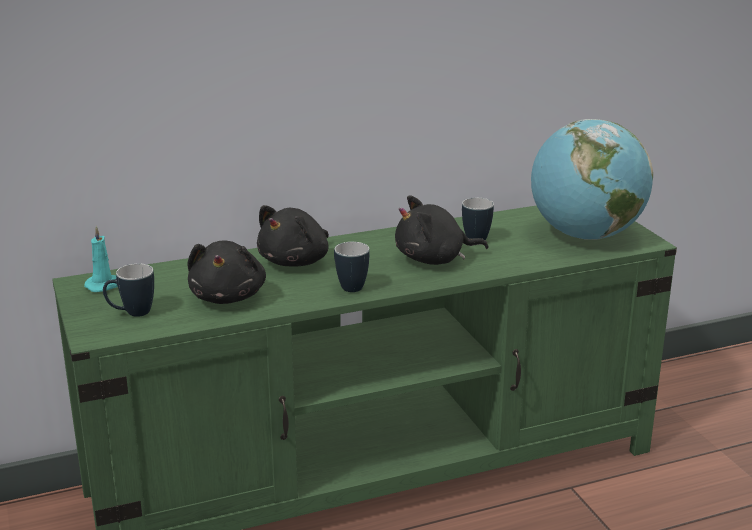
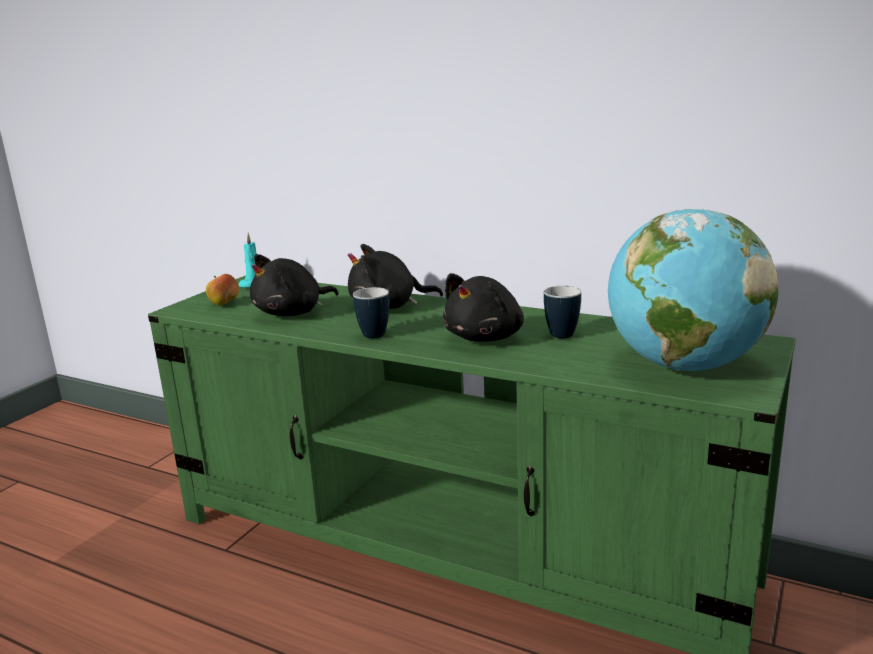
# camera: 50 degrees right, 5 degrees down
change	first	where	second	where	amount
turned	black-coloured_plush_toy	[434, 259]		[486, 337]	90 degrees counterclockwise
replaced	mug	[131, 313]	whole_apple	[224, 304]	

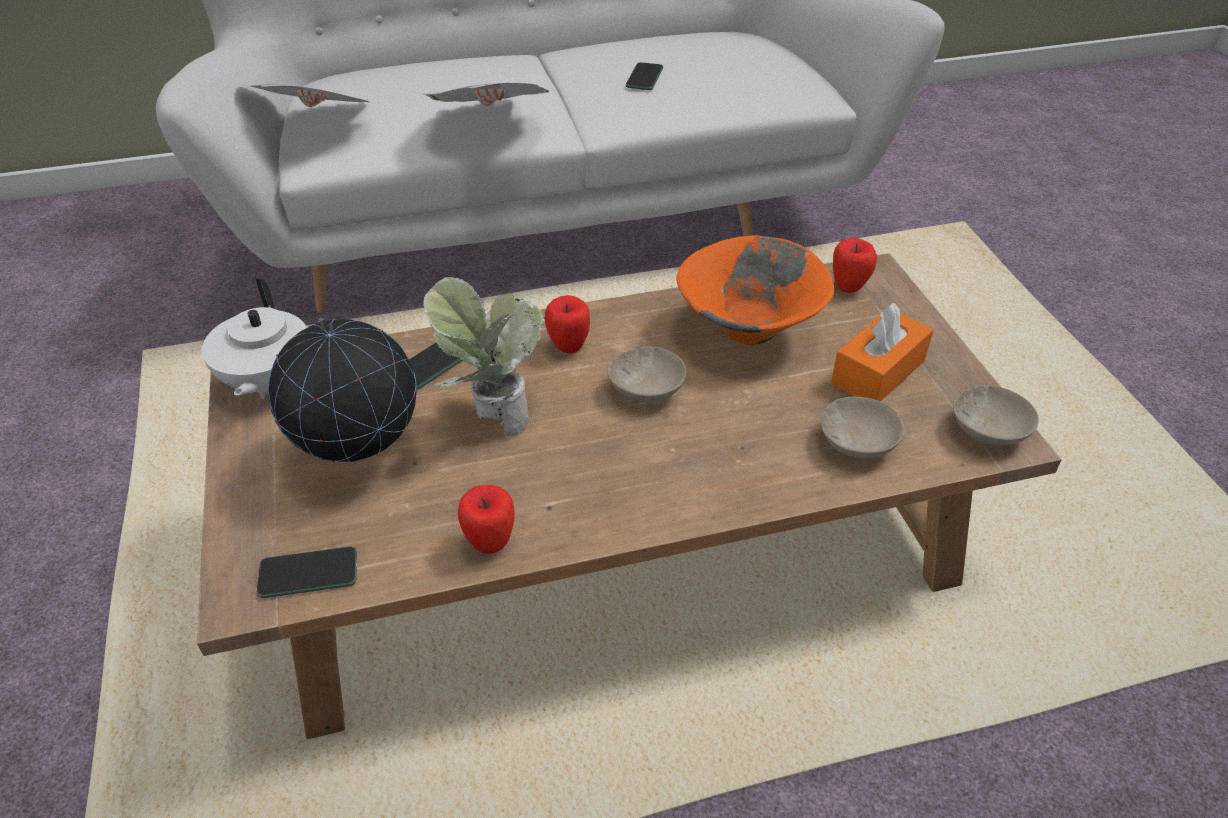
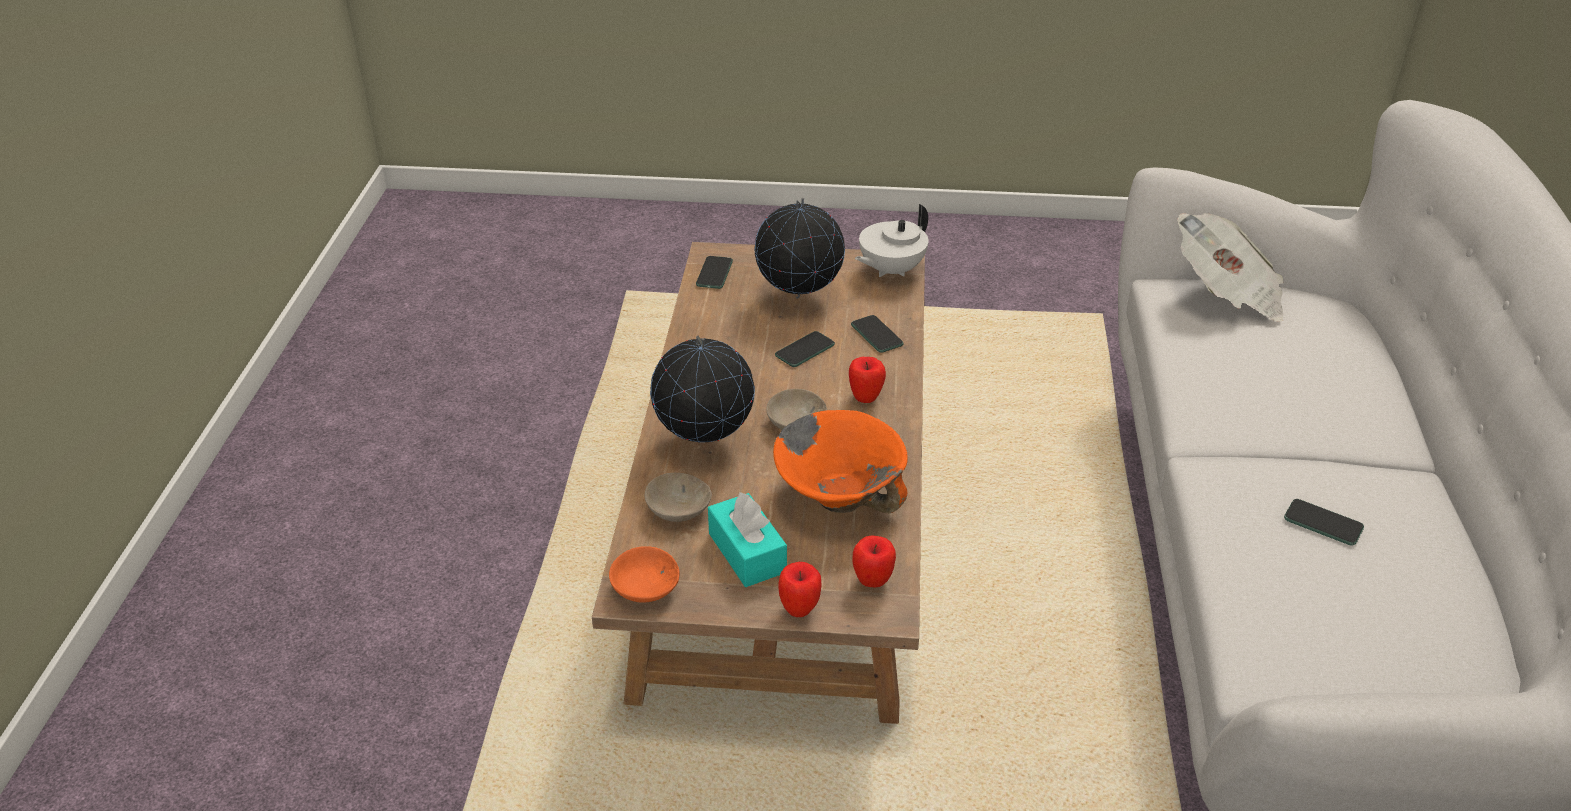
# camera: 110 degrees right, 5 degrees down
change	first	where	second	where	amount
removed	daily_paper	[490, 125]			
replaced	houseplant	[491, 418]	telephone	[805, 350]	
turned	whitish_teapot	[266, 382]		[890, 270]	60 degrees counterclockwise
recoloured	orange_tissue_box	[878, 372]	blue-green_tissue_box	[747, 553]	
recoloured	beige-coloured_bowl	[990, 432]	orange_bowl	[643, 587]	
moved	whole_apple	[490, 542]		[799, 609]	
added			world_globe	[705, 442]	

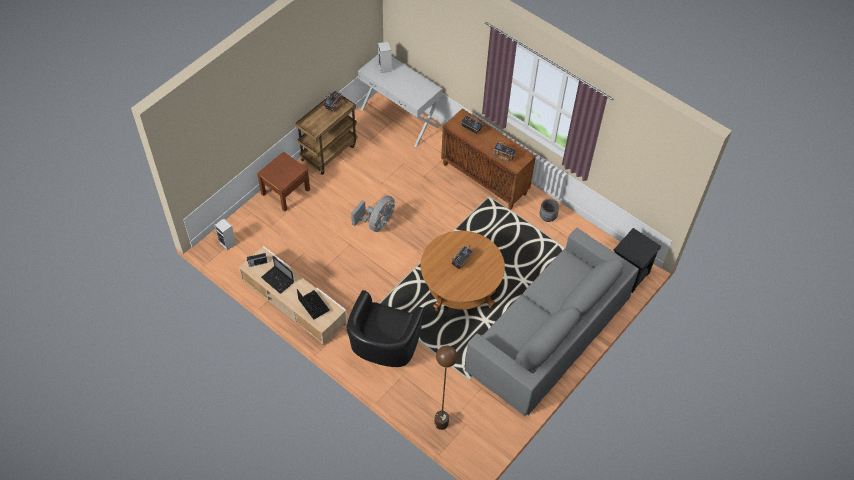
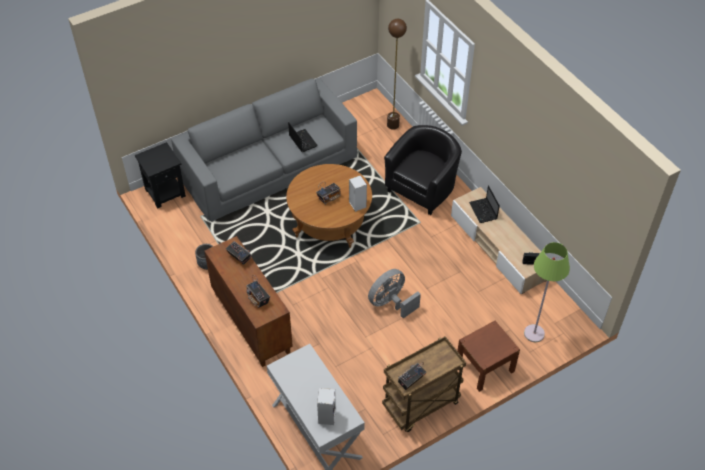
# camera: 160 degrees left, 5 degrees down
change	first	where	second	where	amount
moved	loudspeaker	[228, 243]		[357, 204]	
moved	portable_computer	[278, 280]		[302, 140]	
added			green-coloured_standing_lamp	[534, 333]	

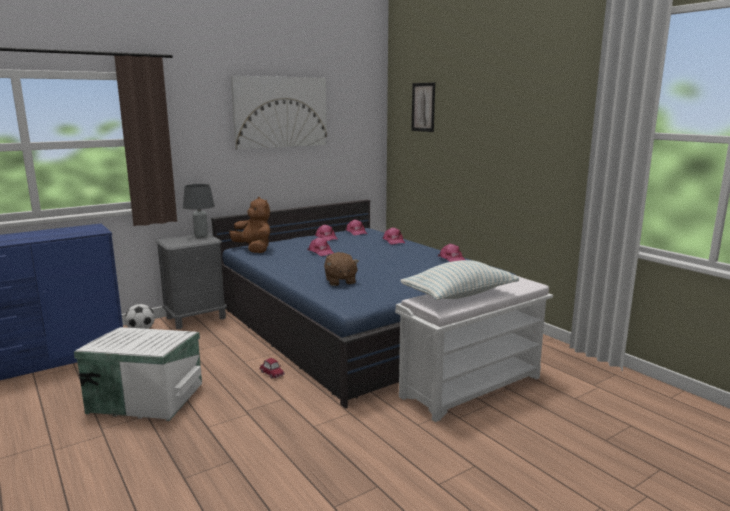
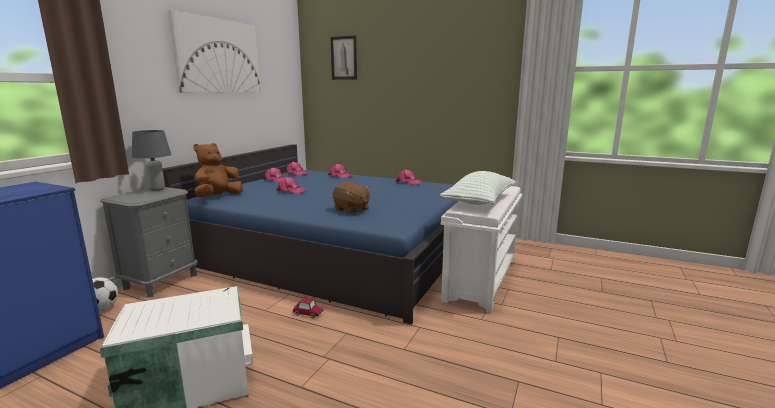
# camera: 30 degrees left, 0 degrees up
change	first	where	second	where	amount
turned	brown-coloured_plush_toy	[254, 249]		[218, 197]	75 degrees counterclockwise

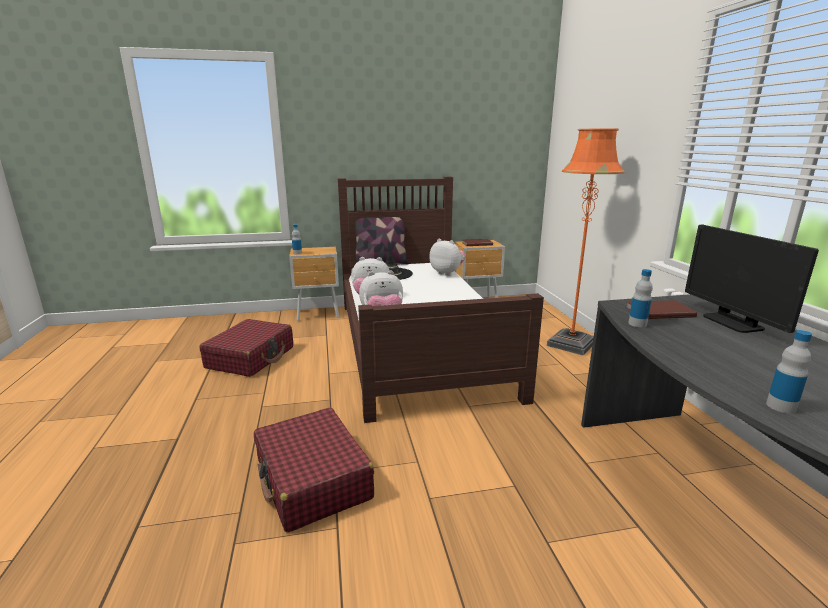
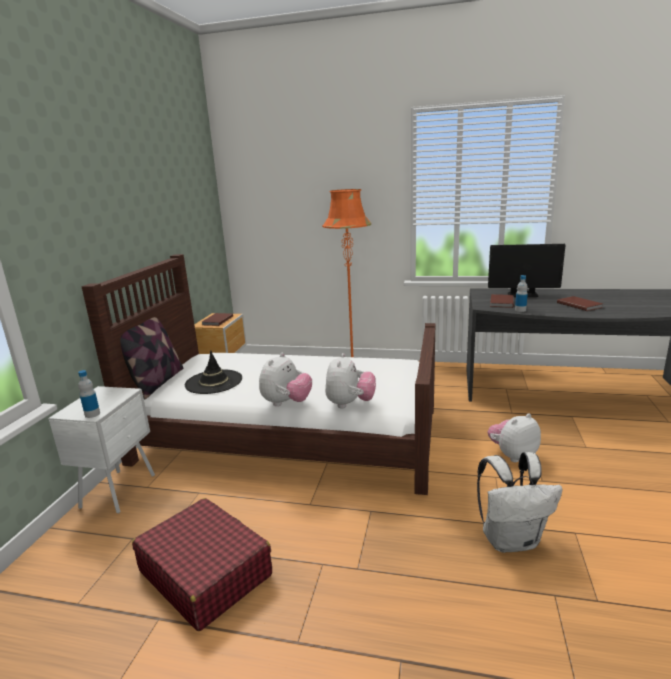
# camera: 65 degrees left, 0 degrees up
change	first	where	second	where	amount
moved	plush_toy	[447, 273]		[512, 455]	
recoloured	brown-coloured_nightstand	[319, 314]	whitish_nightstand	[120, 490]	
removed	drink_bottle	[781, 406]			
replaced	reddish_travel_case	[313, 480]	whitish_backpack	[511, 539]	
added			brown-coloured_book	[579, 305]	

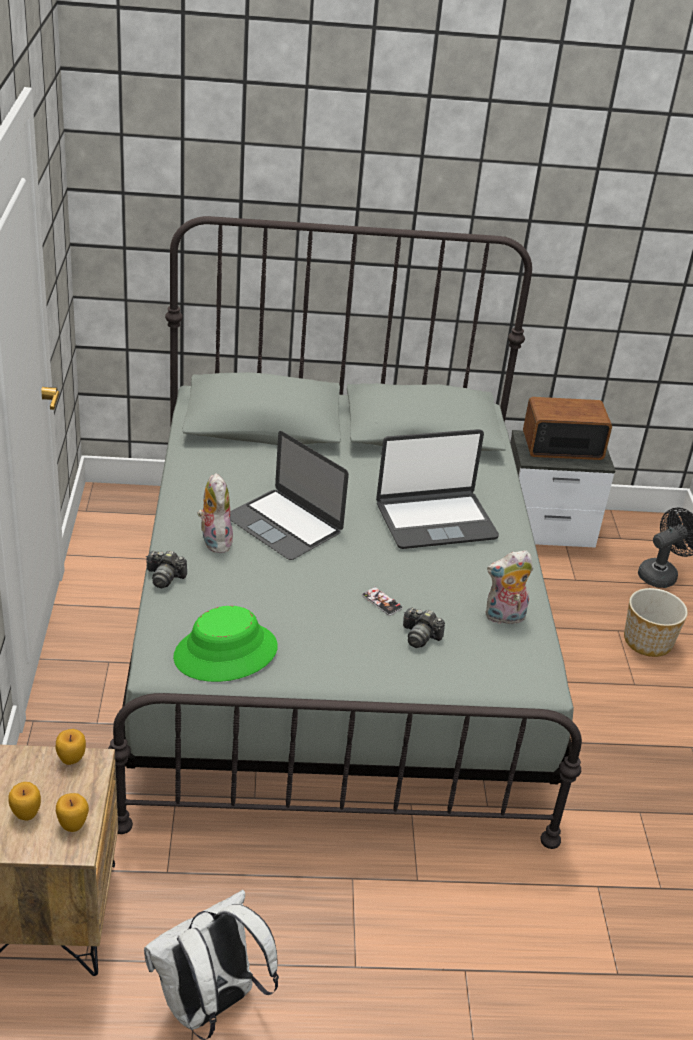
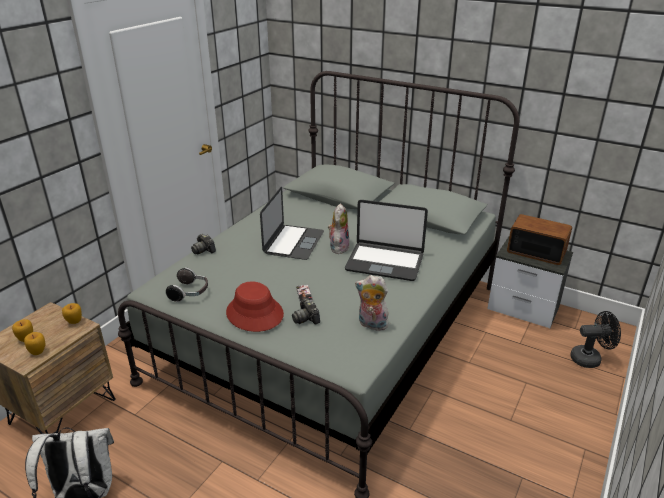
# camera: 35 degrees right, 5 degrees down
change	first	where	second	where	amount
turned	portable_computer	[284, 524]		[293, 242]	150 degrees counterclockwise
moved	plush_toy	[214, 540]		[338, 247]	
removed	planter	[648, 642]			
replaced	green-coloured_clothing_hat	[226, 653]	pair_of_headphones	[190, 293]	
added			reddish_clothing_hat	[254, 313]	

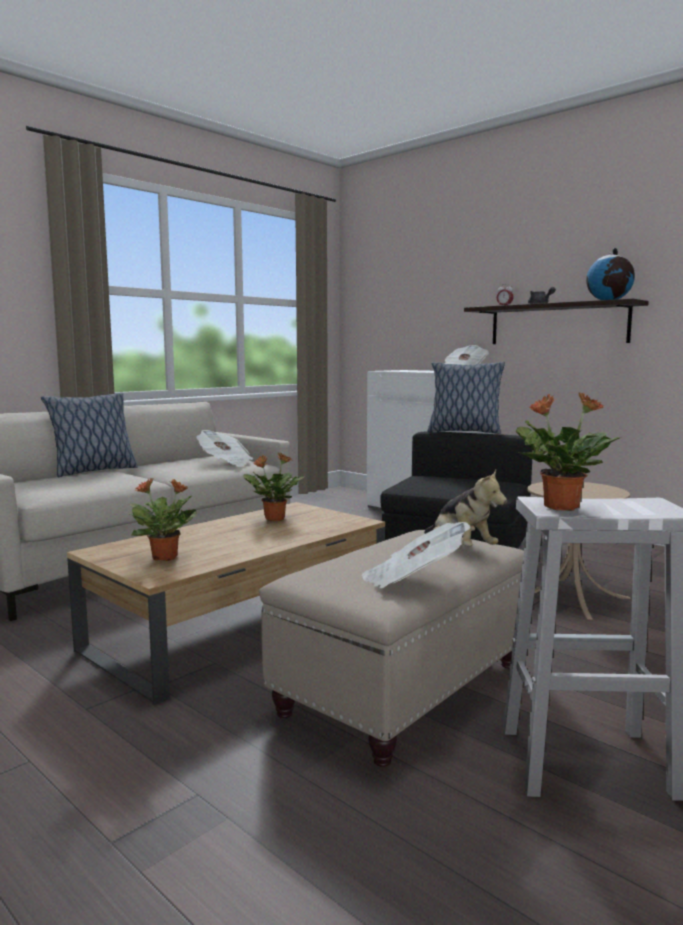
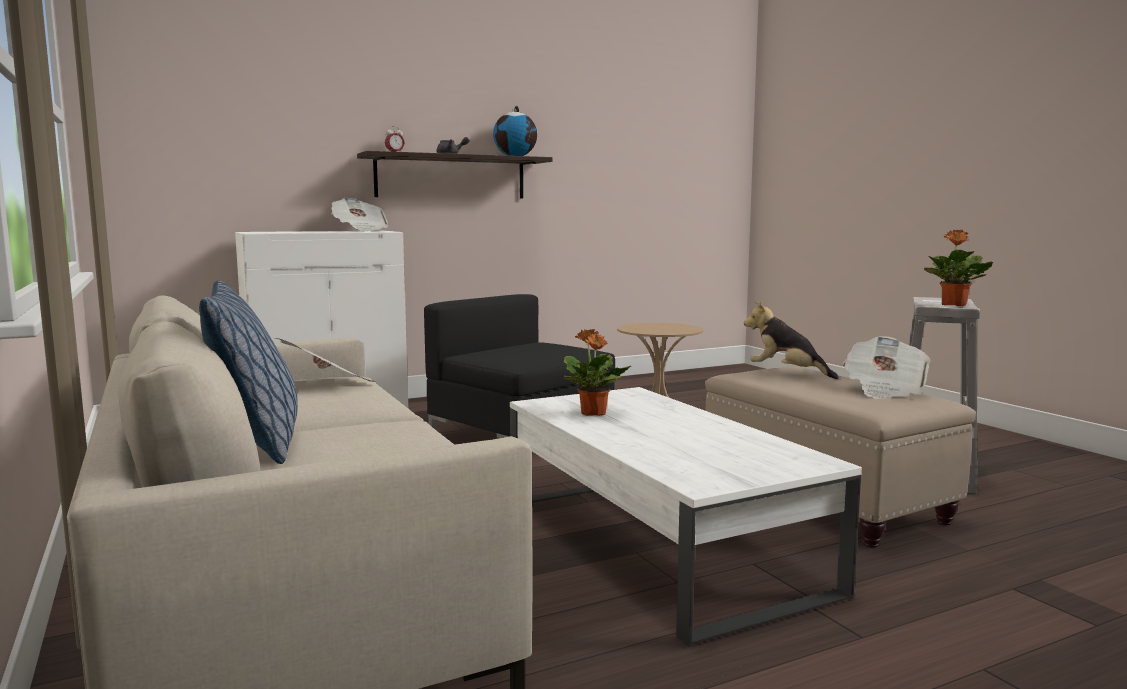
# camera: 70 degrees left, 0 degrees up
change	first	where	second	where	amount
removed	pillow	[463, 432]			
turned	plush_toy	[460, 547]		[787, 373]	135 degrees counterclockwise
removed	houseplant	[166, 557]			
recoloured	brown-coloured_low_table	[242, 627]	whitish_low_table	[656, 542]	

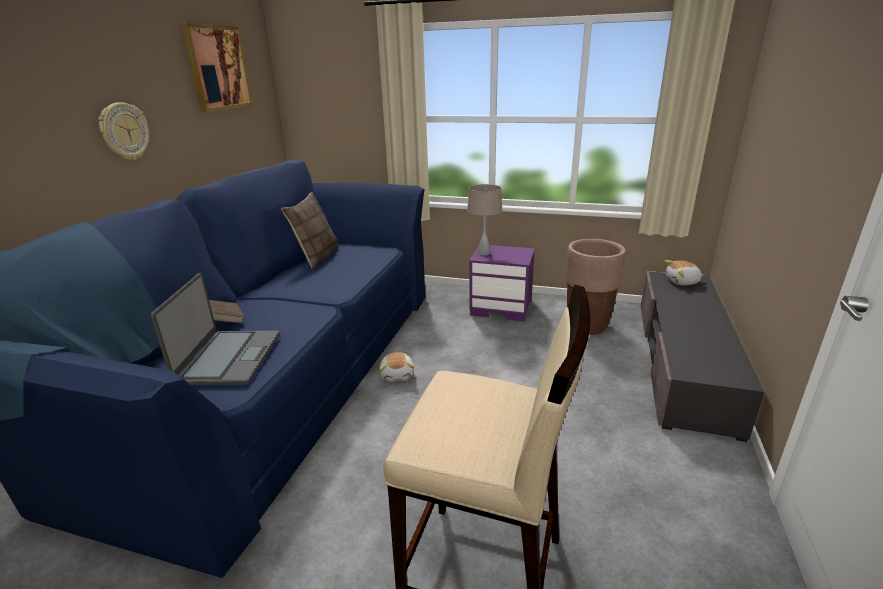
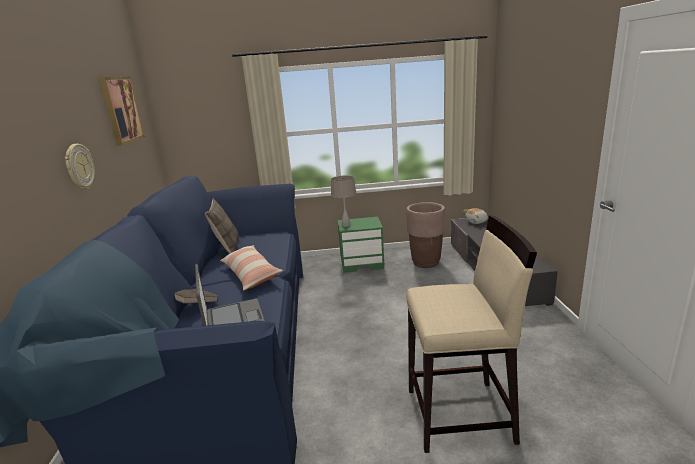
# camera: 20 degrees left, 5 degrees down
change	first	where	second	where	amount
recoloured	purplish_nightstand	[502, 307]	green-coloured_nightstand	[362, 263]	
removed	plush_toy	[397, 375]			
added			pillow	[250, 274]	

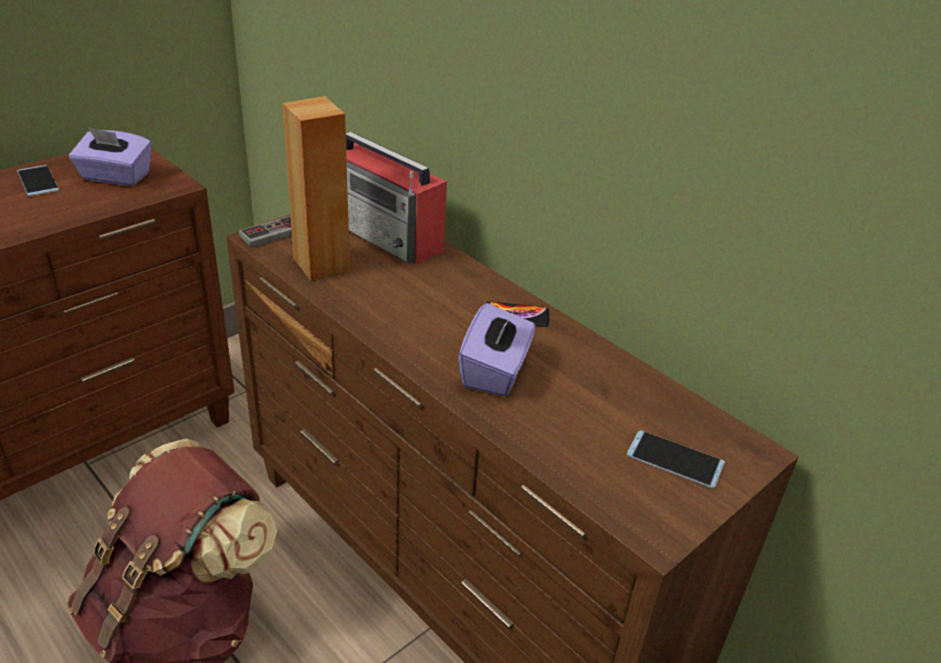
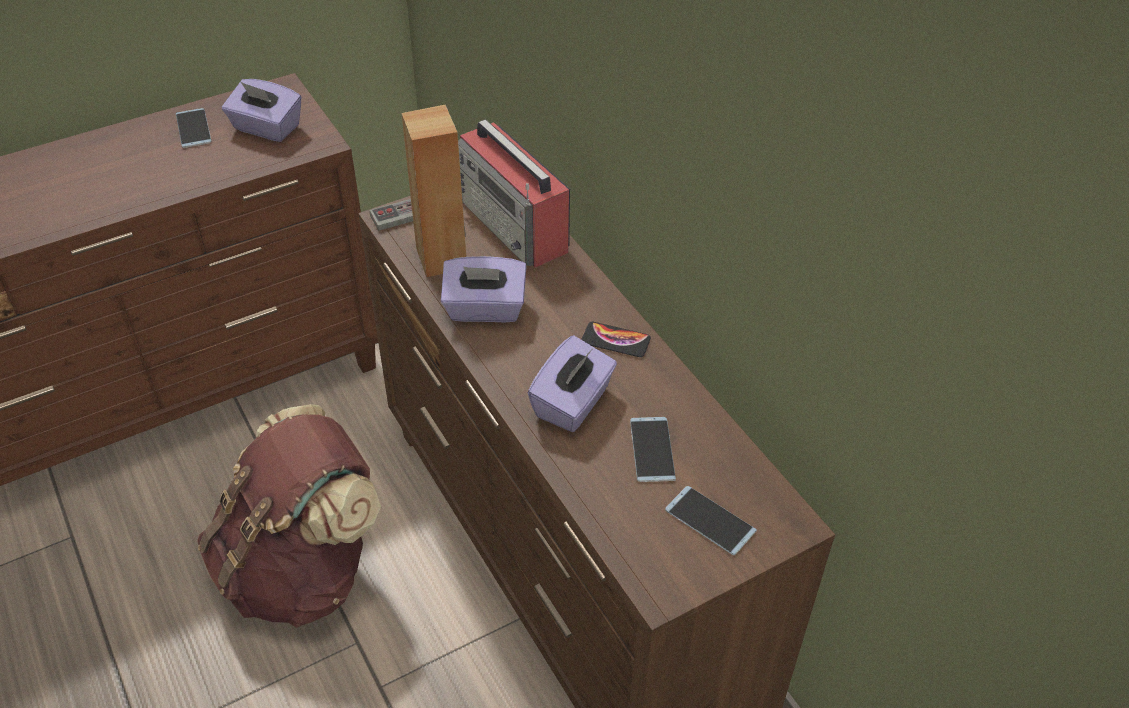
# camera: 15 degrees right, 10 degrees up
change	first	where	second	where	amount
added			purplish_tissue_box	[485, 309]	
added			telephone	[652, 449]	

